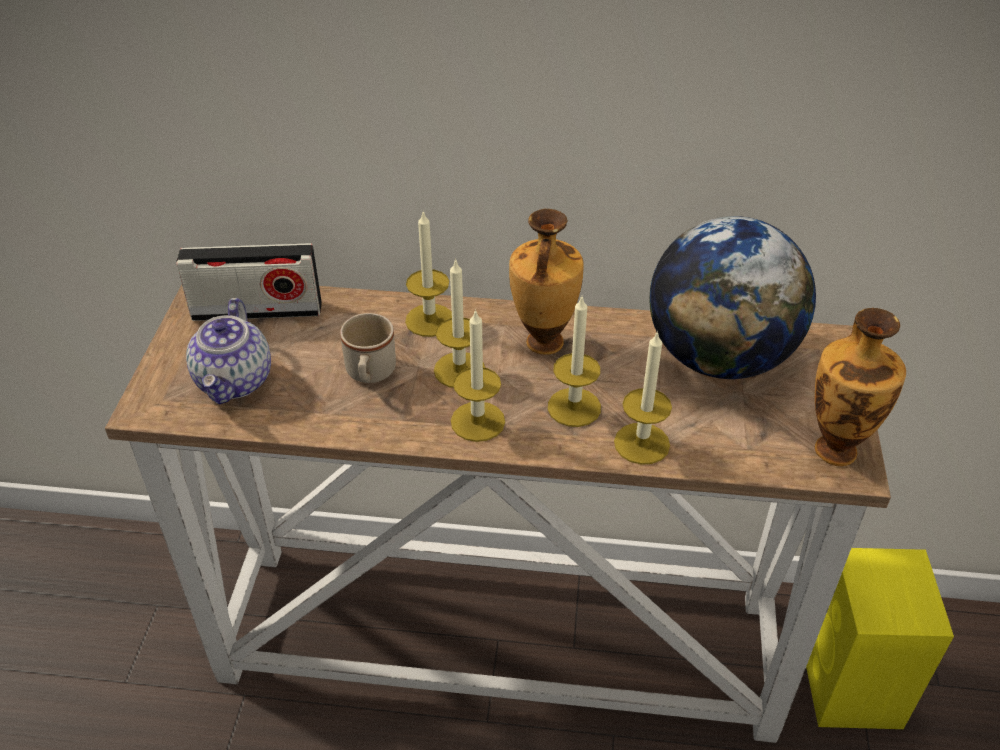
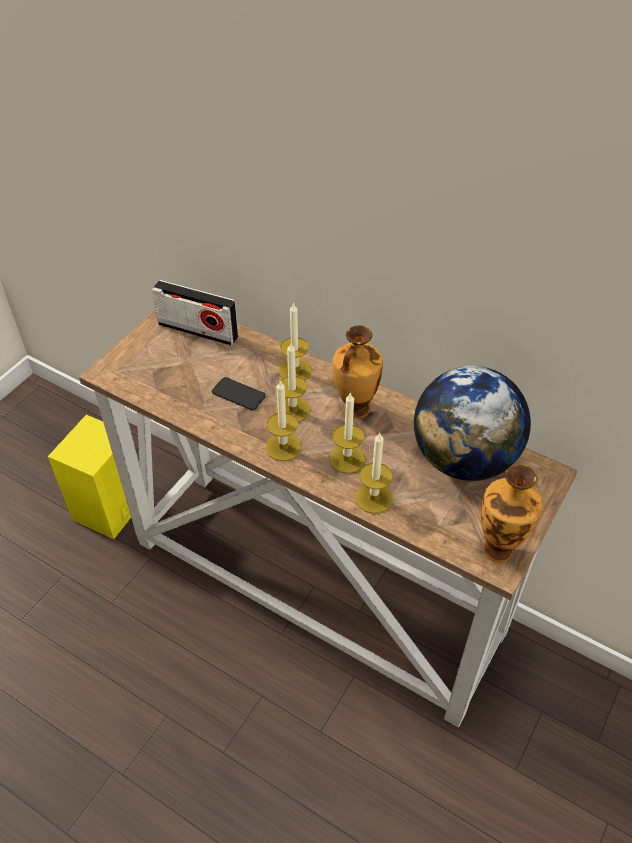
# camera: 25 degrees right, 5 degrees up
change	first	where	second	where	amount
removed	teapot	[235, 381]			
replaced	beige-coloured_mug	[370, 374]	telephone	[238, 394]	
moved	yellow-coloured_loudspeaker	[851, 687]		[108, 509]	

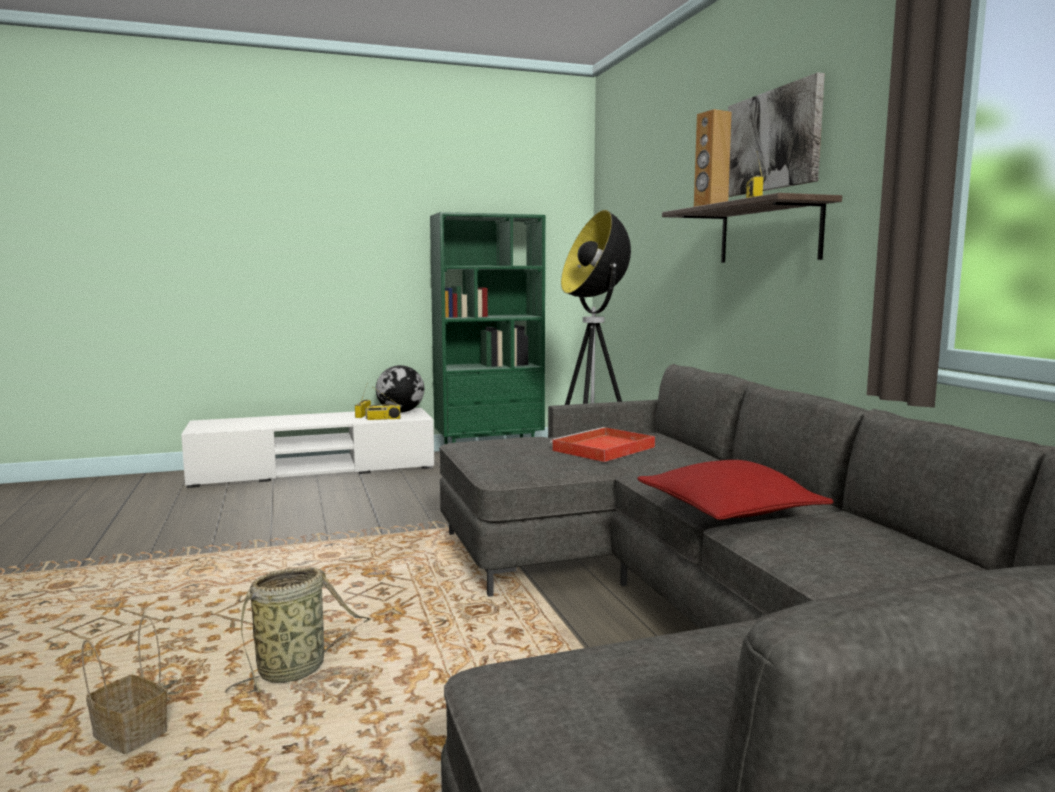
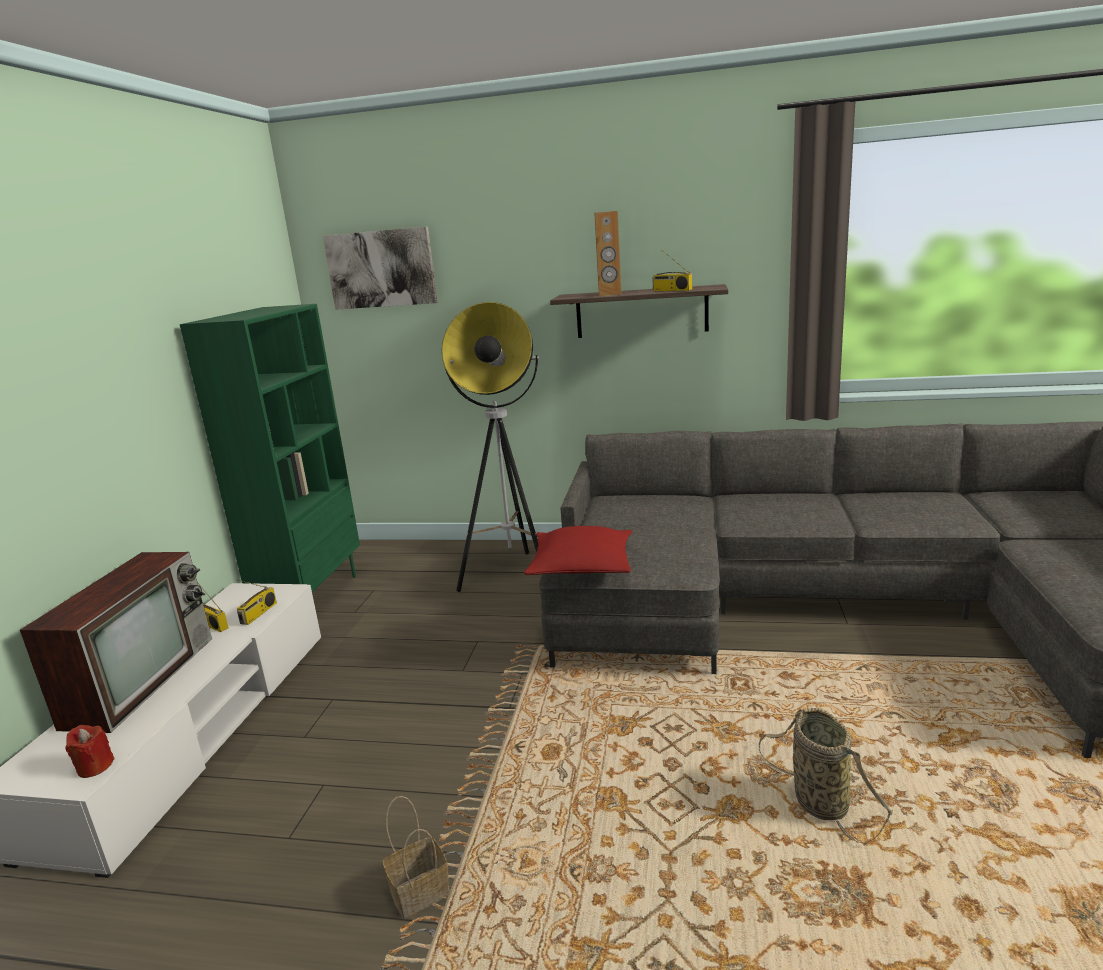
# camera: 60 degrees left, 10 degrees up
change	first	where	second	where	amount
moved	picture	[773, 141]		[381, 269]	
removed	world_globe	[401, 412]			
removed	reddish_carrying_tray	[602, 449]			
moved	reddish_pillow	[729, 510]		[581, 565]	
moved	household_basket	[127, 735]		[418, 894]	
added			TV	[142, 678]	
added			reddish_candle	[95, 766]	

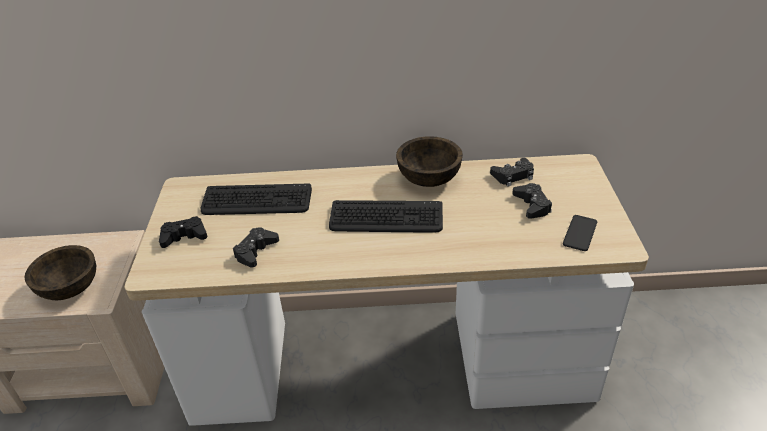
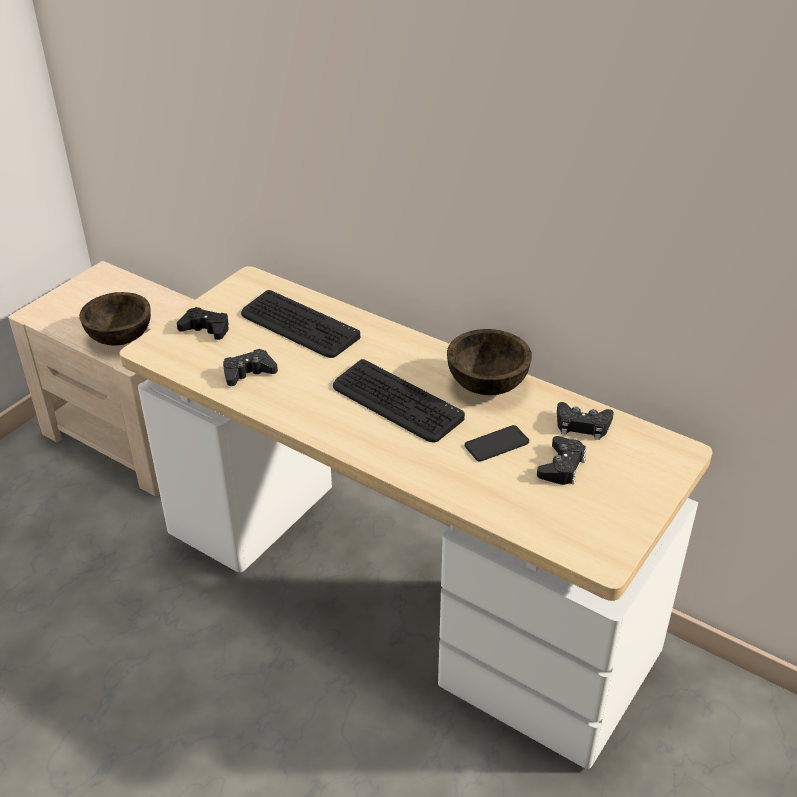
# camera: 35 degrees right, 0 degrees up
change	first	where	second	where	amount
moved	telephone	[580, 233]		[496, 444]	

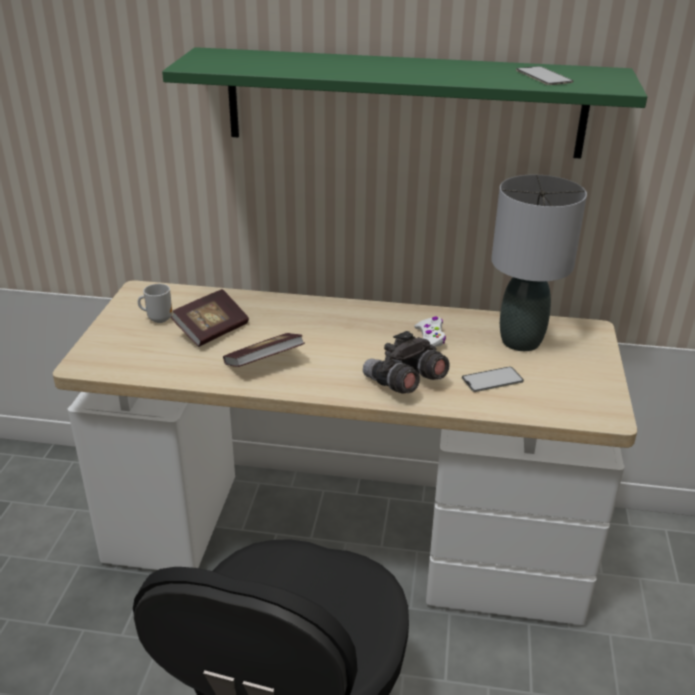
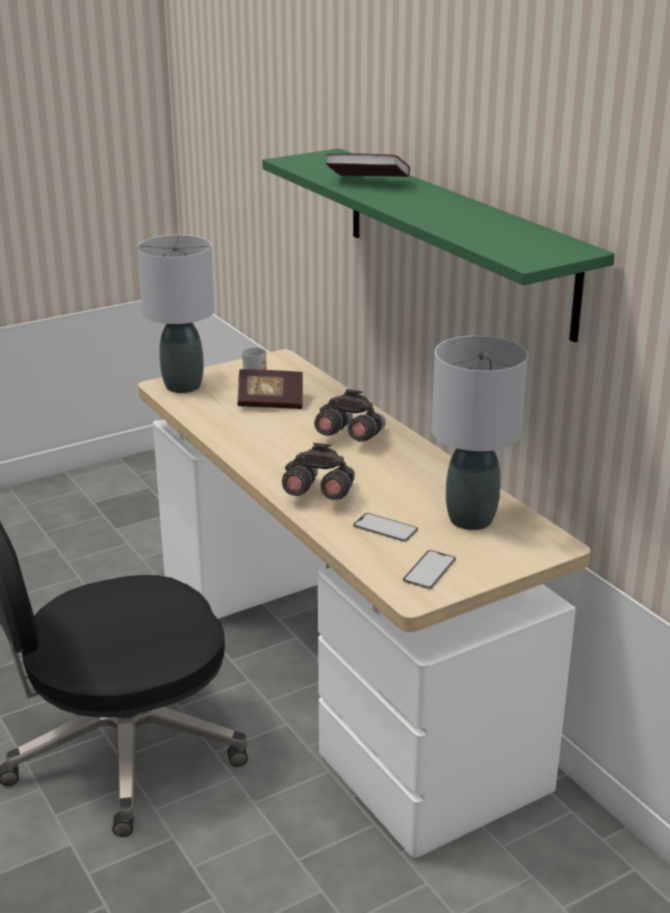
# camera: 50 degrees right, 5 degrees down
change	first	where	second	where	amount
moved	telephone	[543, 76]		[429, 570]	
removed	whitish_joypad	[429, 339]			
moved	book	[264, 363]		[367, 183]	
added			greyish_lamp_for_a_table	[183, 386]	
added			greyish_binoculars	[350, 438]	

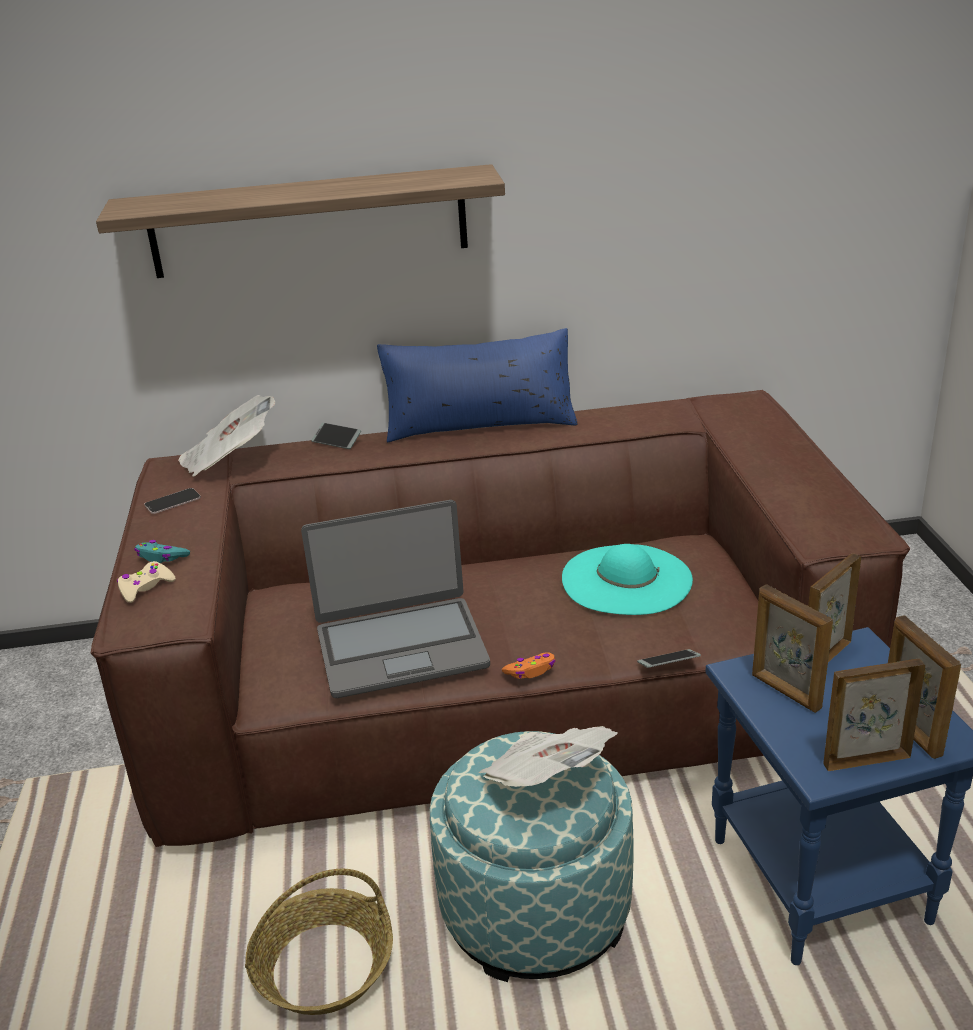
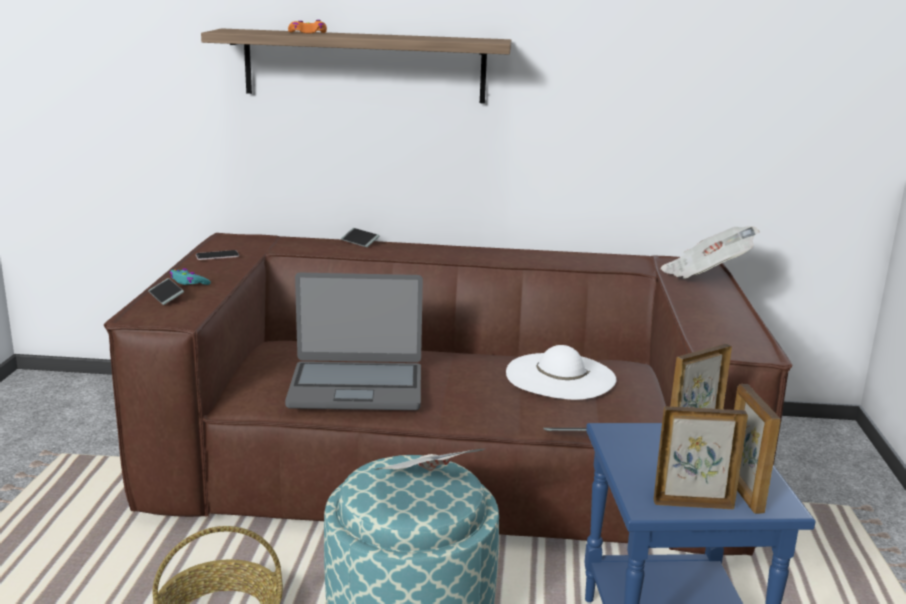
# camera: 10 degrees right, 10 degrees down
change	first	where	second	where	amount
removed	blue-coloured_pillow	[480, 423]			
moved	daily_paper	[229, 460]		[705, 274]	
recoloured	blue-green_clothing_hat	[626, 579]	whitish_clothing_hat	[560, 376]	
replaced	beige-coloured_joypad	[145, 587]	telephone	[166, 296]	
removed	photo_frame	[785, 692]			
moved	orange_joypad	[531, 671]		[308, 33]	

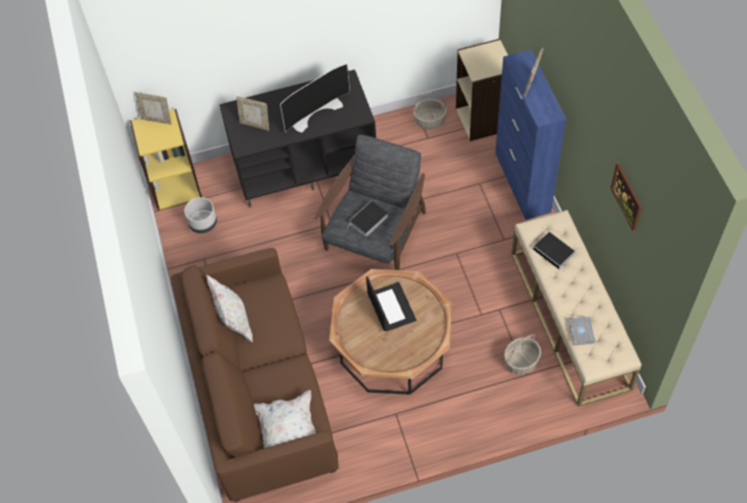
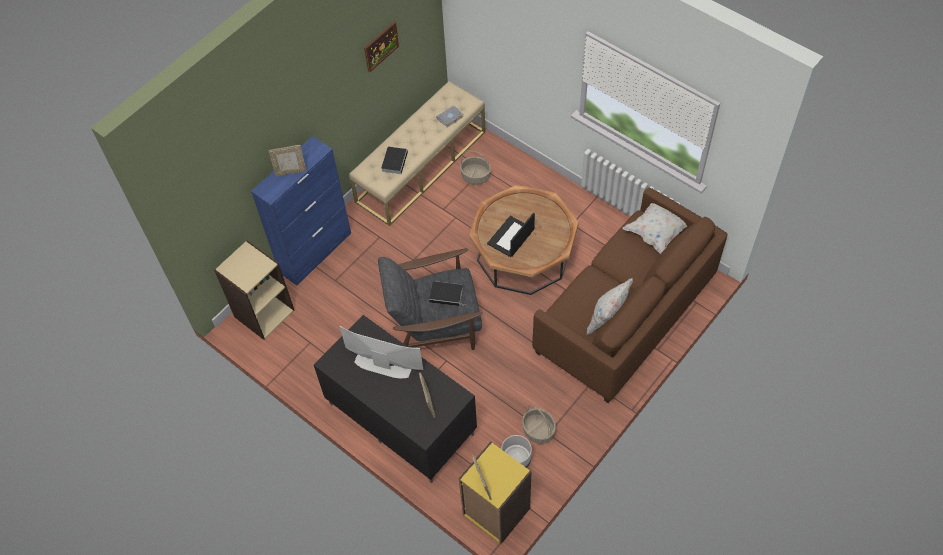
# camera: 125 degrees left, 0 degrees up
change	first	where	second	where	amount
moved	household_basket	[430, 120]		[538, 430]	

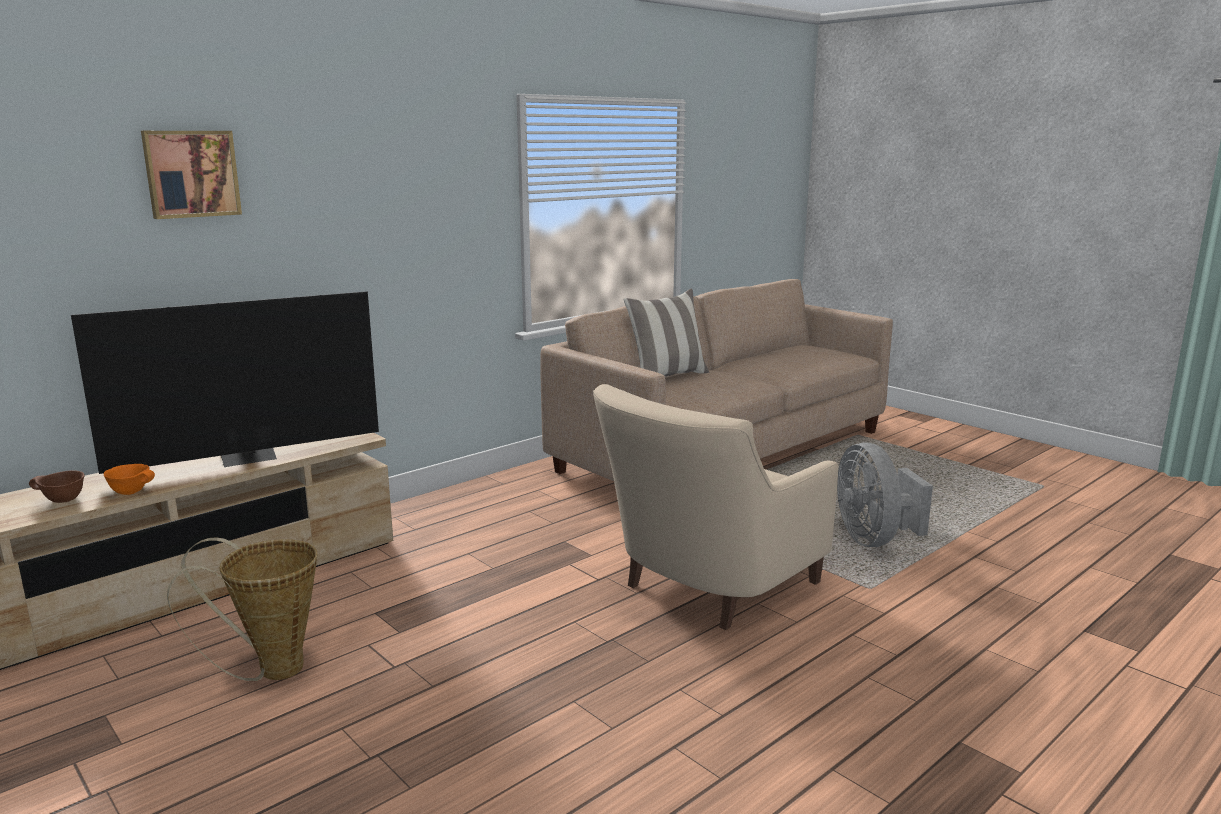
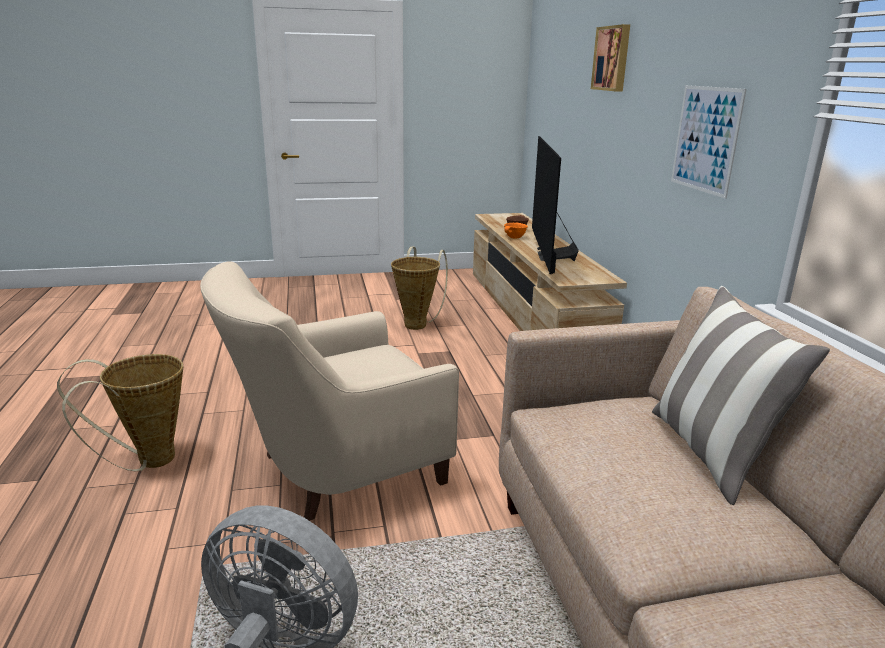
# camera: 120 degrees right, 5 degrees up
change	first	where	second	where	amount
turned	beige-coloured_easy_chair	[707, 588]		[334, 471]	105 degrees counterclockwise
added			picture	[705, 139]	
added			household_basket	[147, 461]	

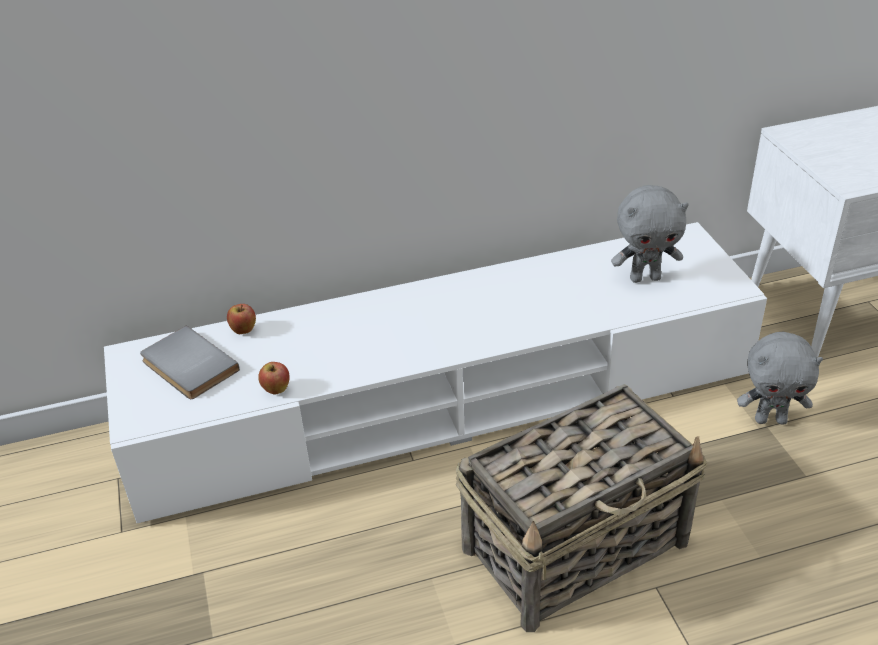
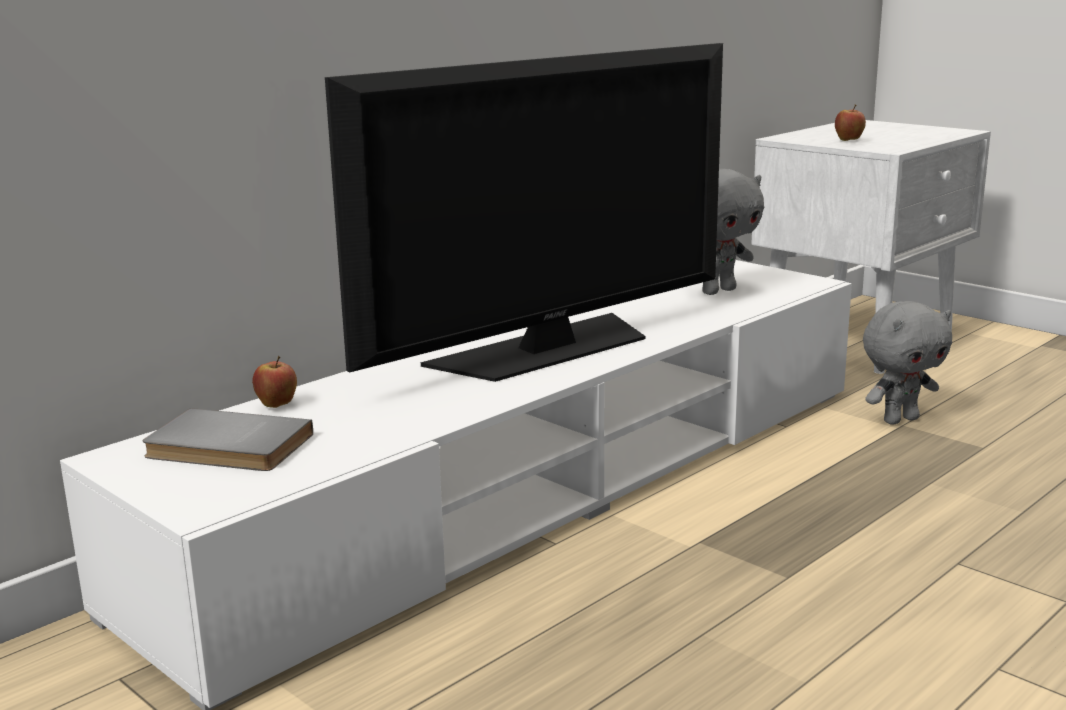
# camera: 30 degrees left, 20 degrees down
change	first	where	second	where	amount
moved	whole_apple	[276, 390]		[848, 141]	
removed	household_basket	[577, 545]			
added			TV	[547, 349]	

